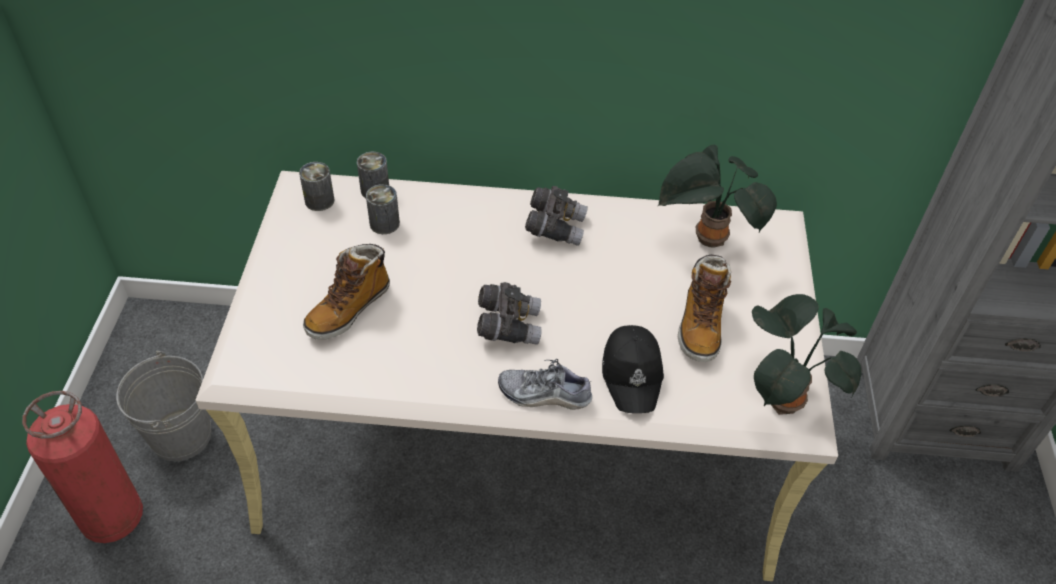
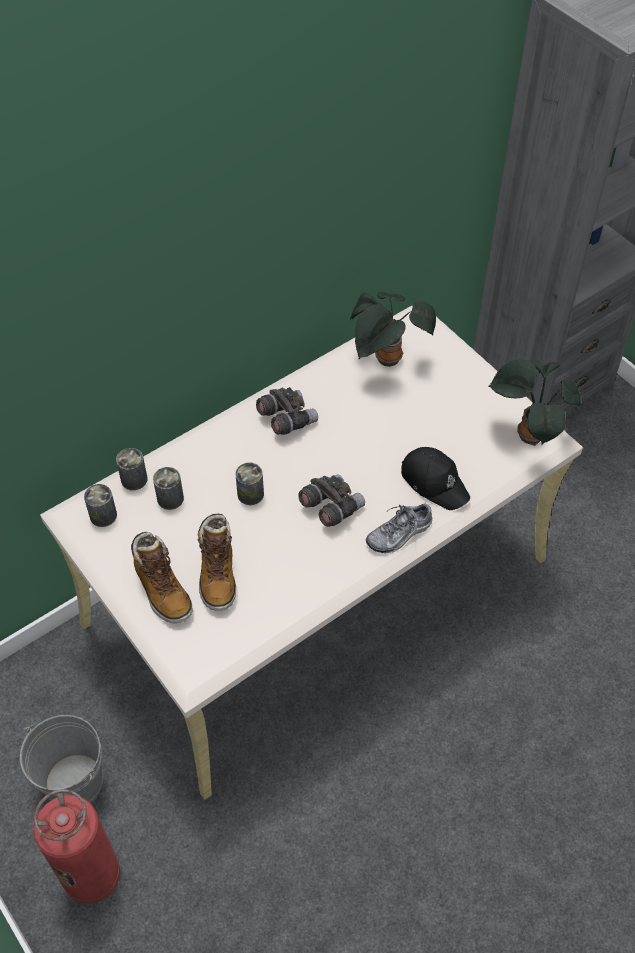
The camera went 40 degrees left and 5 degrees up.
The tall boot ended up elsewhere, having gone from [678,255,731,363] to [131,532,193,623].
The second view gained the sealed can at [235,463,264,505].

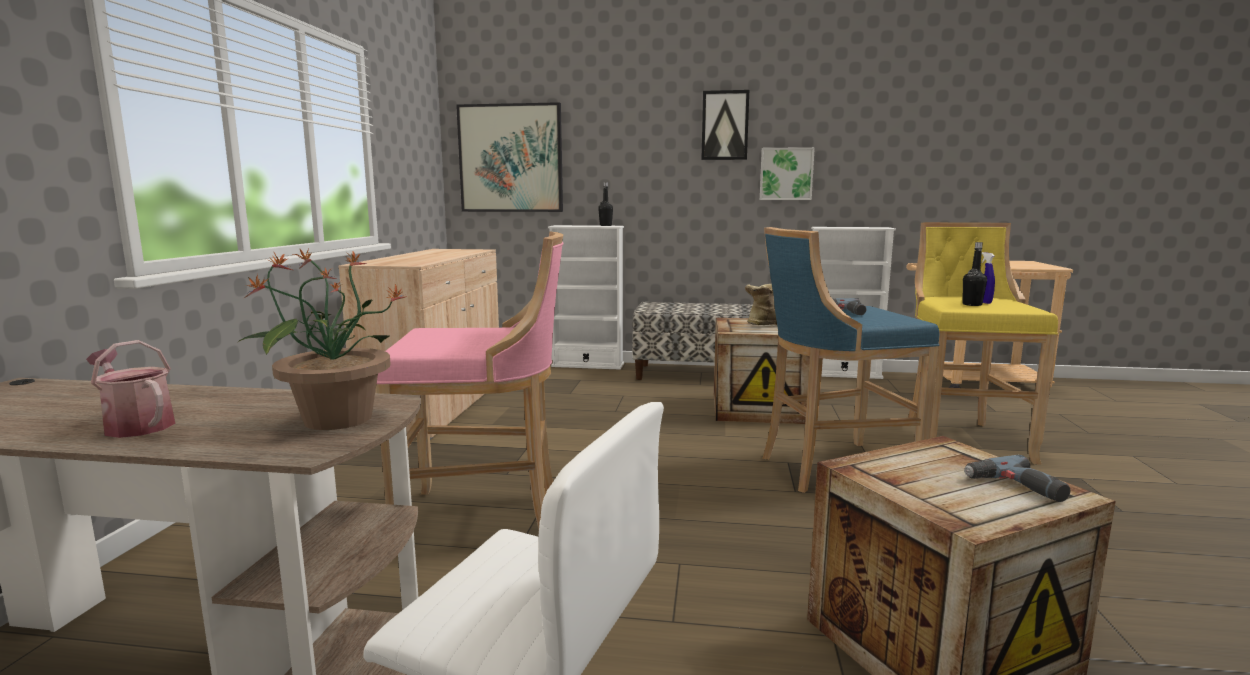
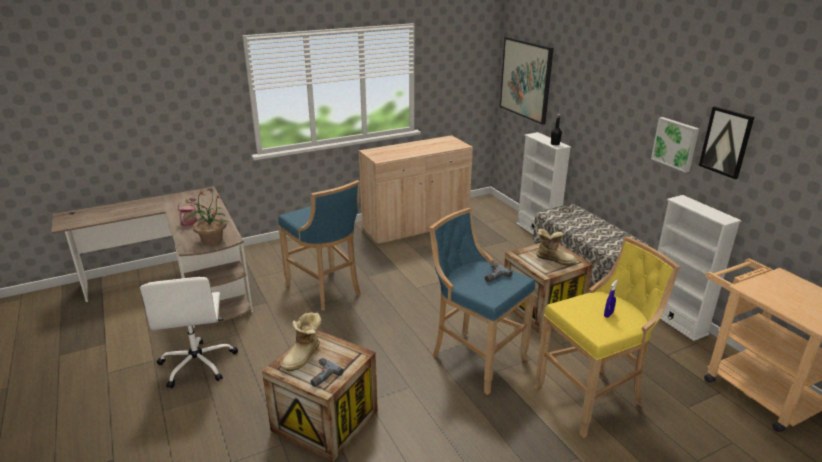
The camera went 55 degrees right and 15 degrees up.
What was the stool (pinkish) at [376,231,564,530] turned into the stool (blue) at [278,180,361,310].
The wall picture ended up elsewhere, having gone from [701,90,749,160] to [699,106,755,179].
The second view lost the drink bottle (black) at [962,242,987,306].
The second view gained the tall boot at [281,312,322,371].

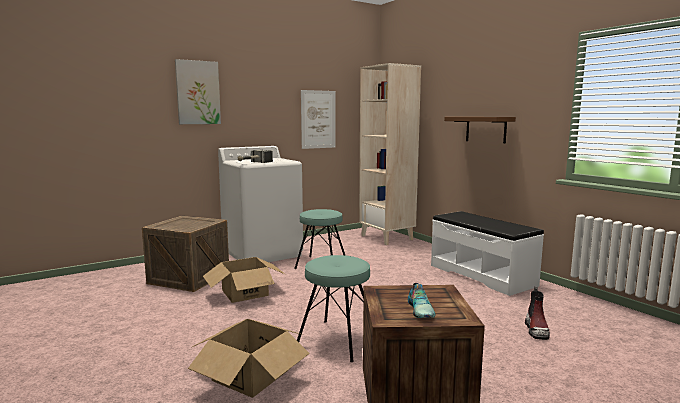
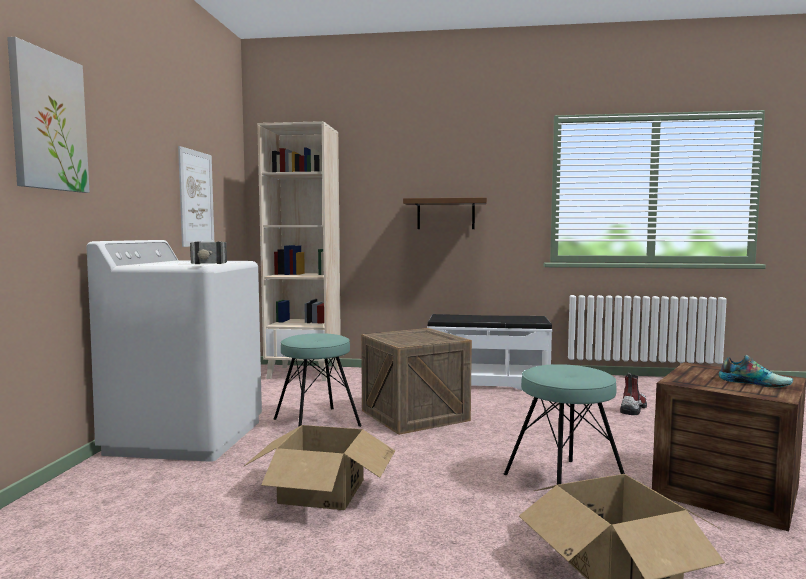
The camera went 50 degrees left and 5 degrees down.
The crate ended up elsewhere, having gone from [142,216,229,292] to [361,328,472,435].
The tall boot at [525,286,550,340] ended up facing another way, 105 degrees counterclockwise from before.

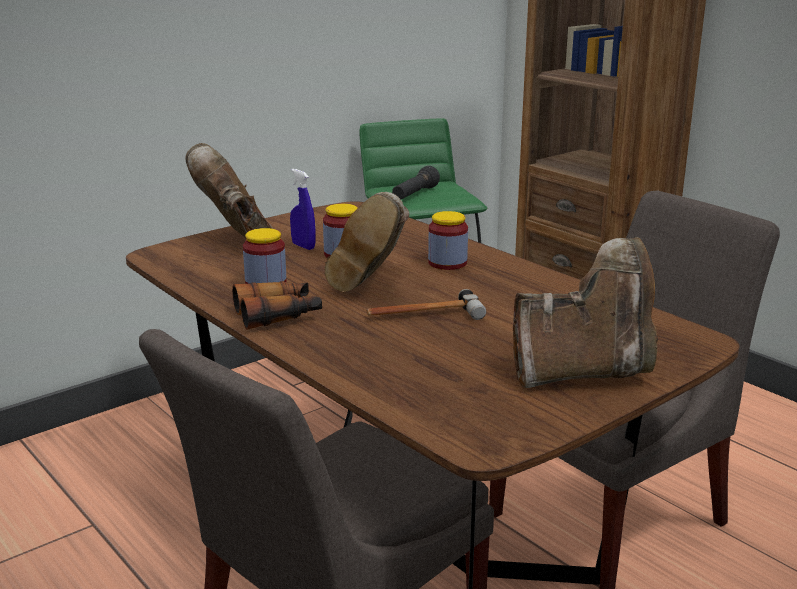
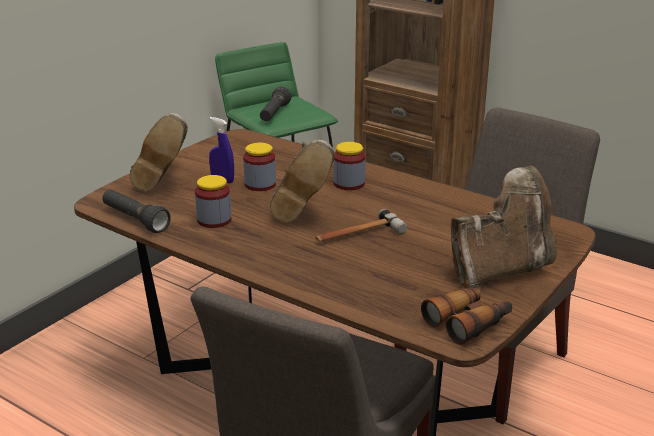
The camera went 15 degrees left and 5 degrees up.
The tall boot (brownish) at [185,143,273,238] ended up facing another way, 135 degrees counterclockwise from before.
The binoculars ended up elsewhere, having gone from [232,281,322,330] to [421,285,512,345].
The second view gained the torch (black) at [102,189,171,233].

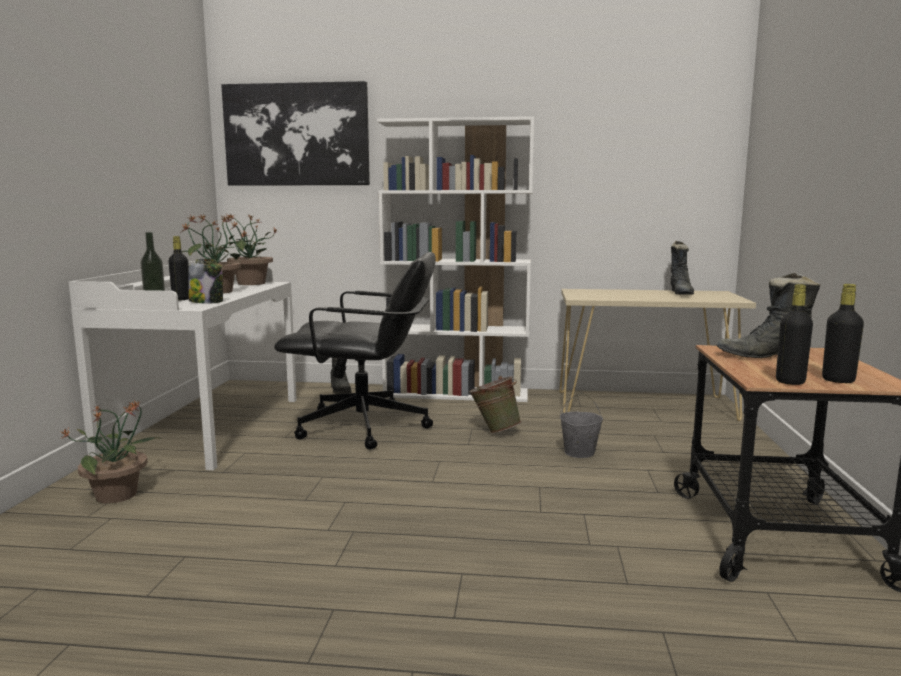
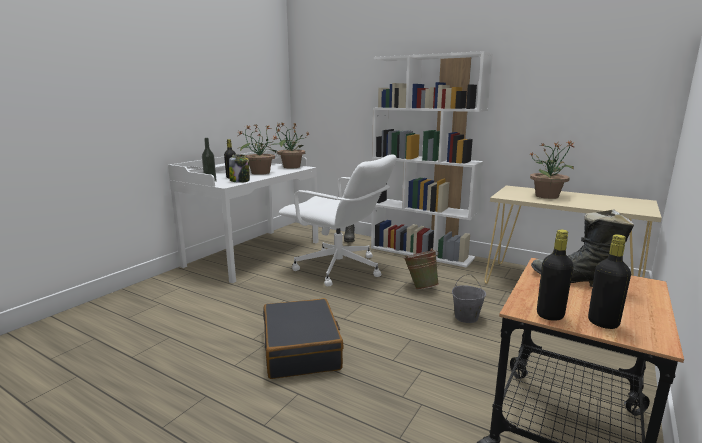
The camera went 25 degrees right and 5 degrees up.
The potted plant ended up elsewhere, having gone from [60,400,161,503] to [528,139,575,199].
The second view lost the wall picture at [221,81,370,186].
What was the desk chair (black) at [274,252,436,450] turned into the desk chair (whitish) at [279,155,396,286].
The second view lost the tall boot (black) at [670,241,694,295].
The second view gained the piece of luggage (black) at [263,298,344,379].

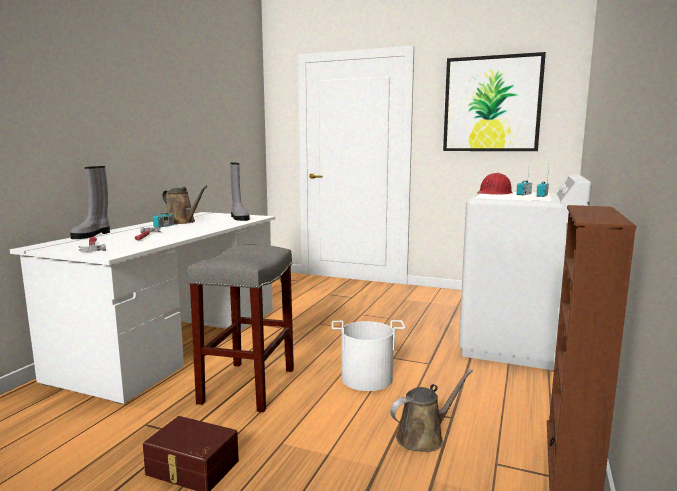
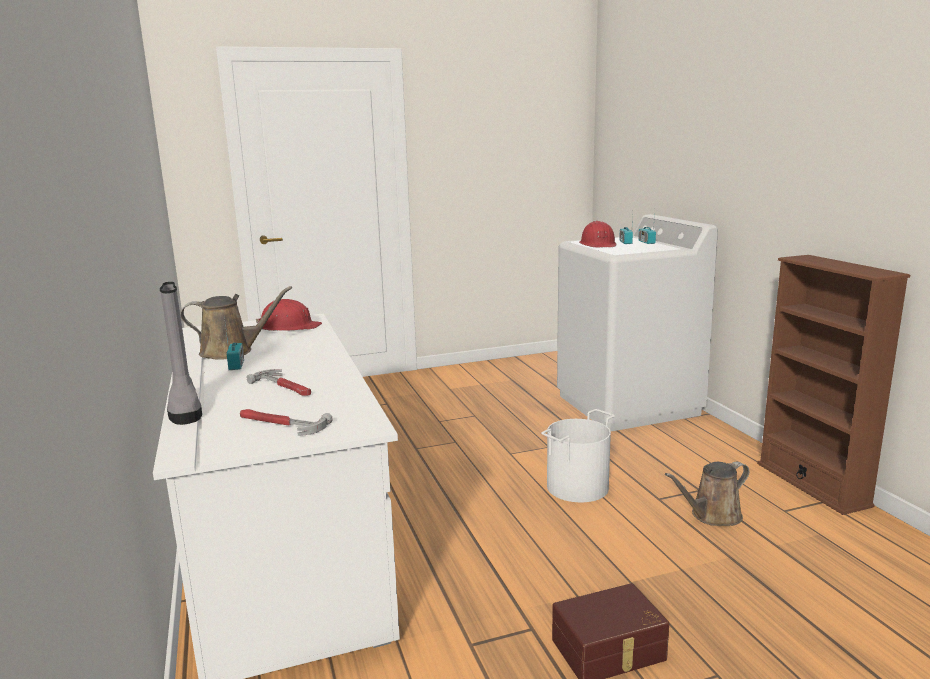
The camera went 40 degrees left and 5 degrees up.
The second view lost the stool (gray) at [187,245,294,412].
Where the tall boot (gray) stood at [230,162,250,221], the work helmet (red) came to stand at [256,299,322,331].
The sprinkling can (brownish) at [390,369,473,452] ended up facing another way, 135 degrees counterclockwise from before.
The second view lost the wall picture at [443,52,546,151].

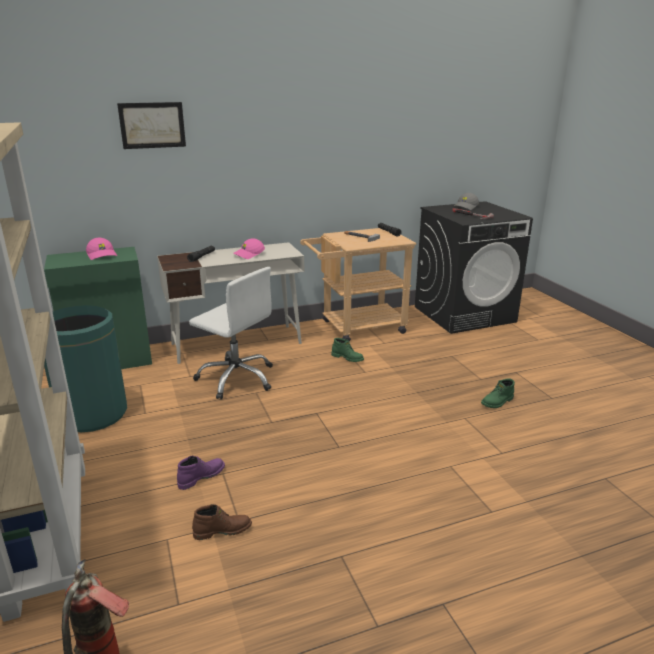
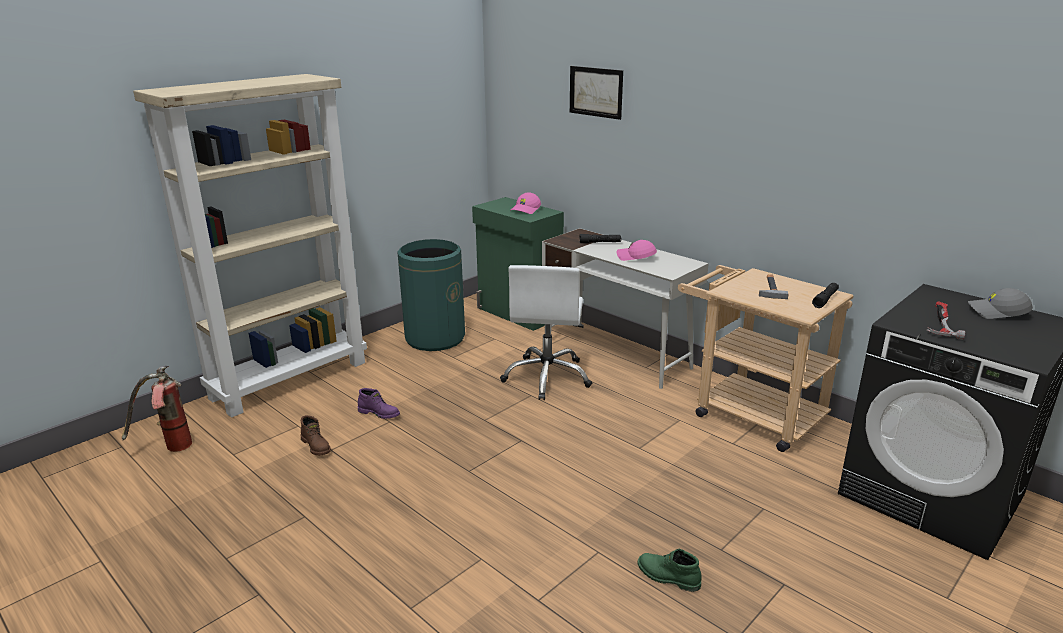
The camera went 65 degrees right and 0 degrees up.
The second view lost the tall boot (green) at [331,338,364,362].

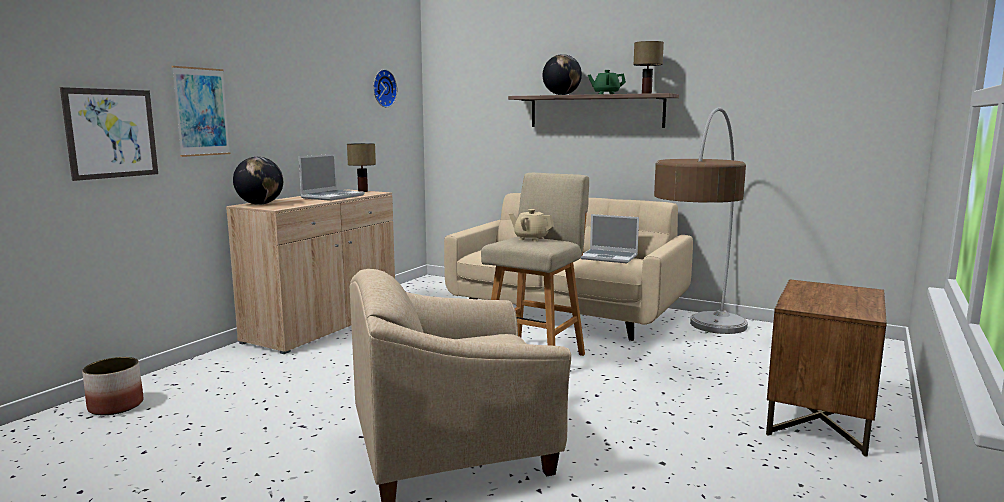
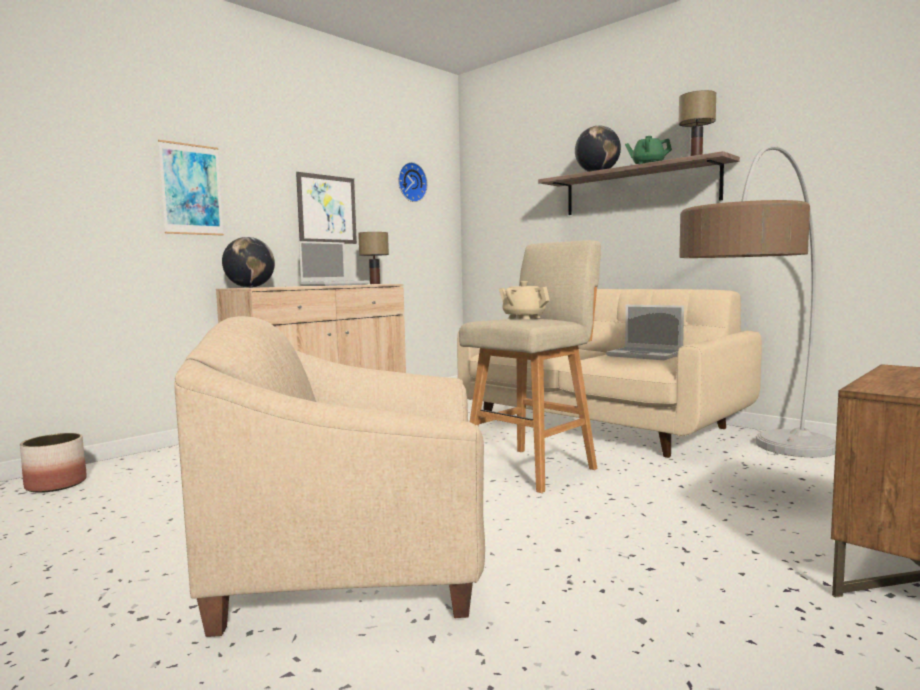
The camera went 15 degrees right and 5 degrees down.
The wall picture ended up elsewhere, having gone from [60,87,158,181] to [296,172,357,244].

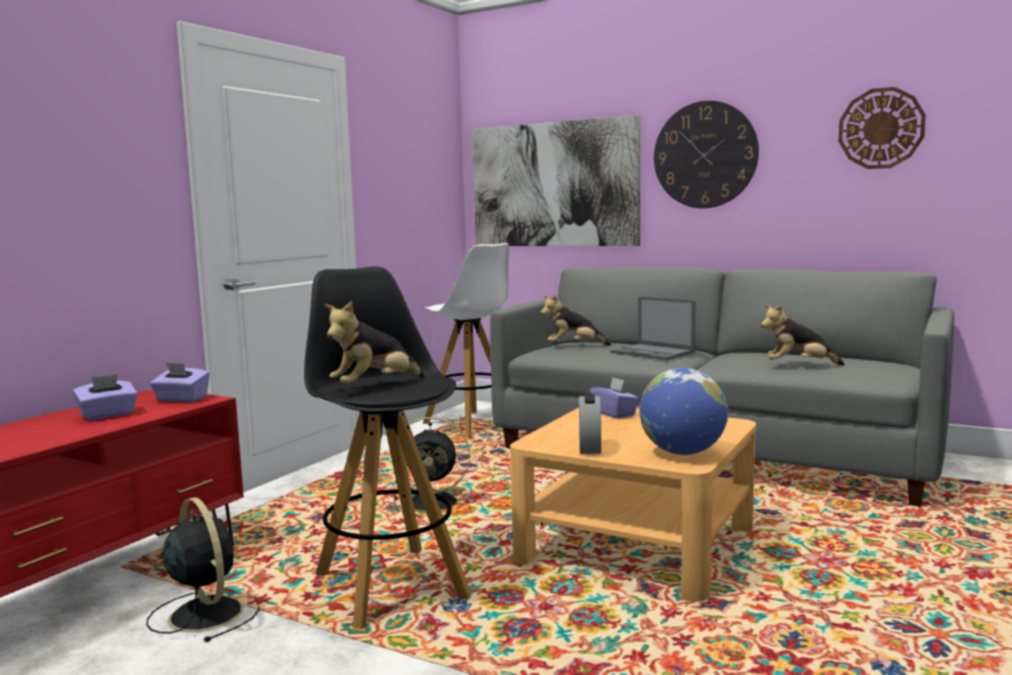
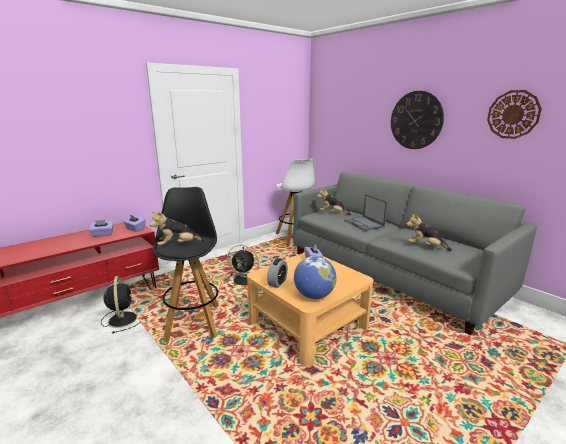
The camera went 20 degrees right and 10 degrees up.
The second view lost the wall picture at [472,115,640,246].

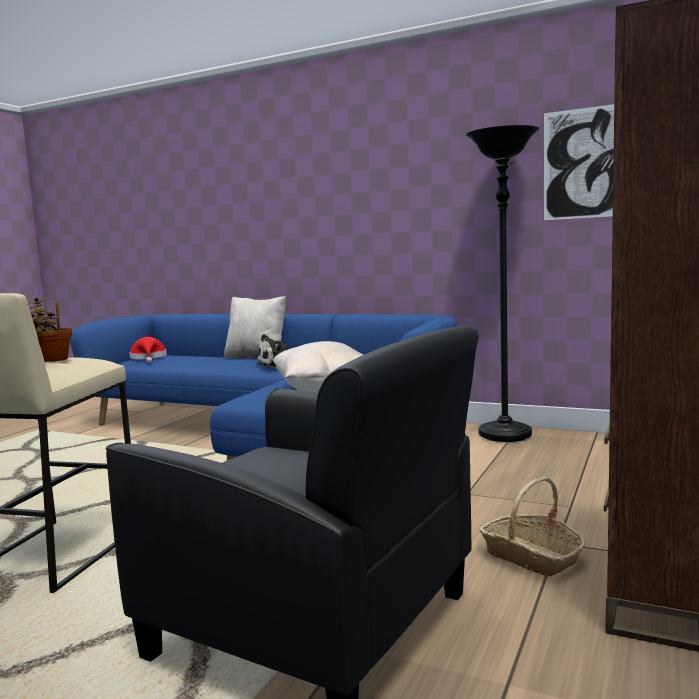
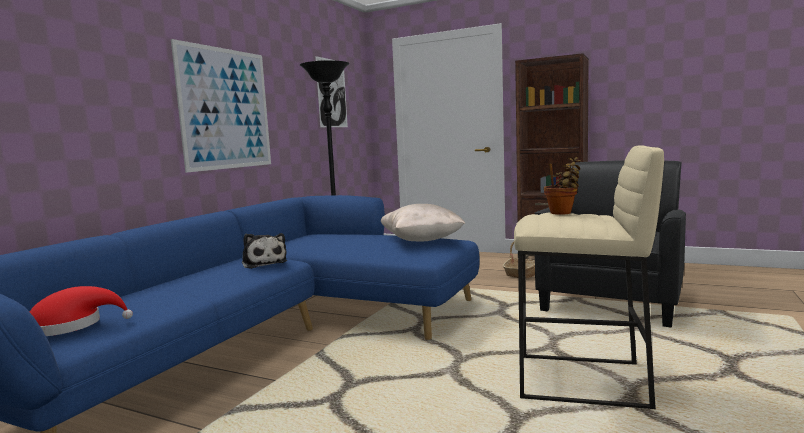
The camera went 90 degrees left and 0 degrees up.
The second view lost the cushion (beige) at [224,296,286,359].
The second view gained the wall picture at [171,39,271,173].

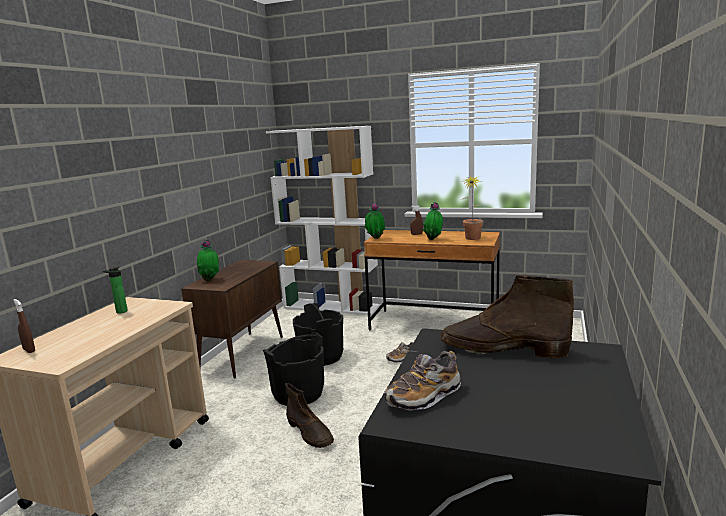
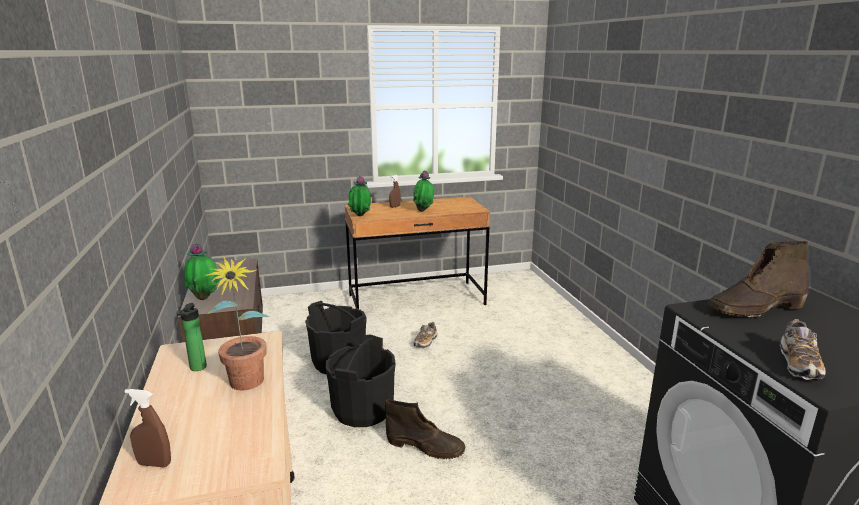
The camera went 35 degrees left and 5 degrees up.
The second view lost the bookshelf (whitish) at [266,126,380,315].
The potted plant ended up elsewhere, having gone from [463,176,484,240] to [205,256,269,390].

